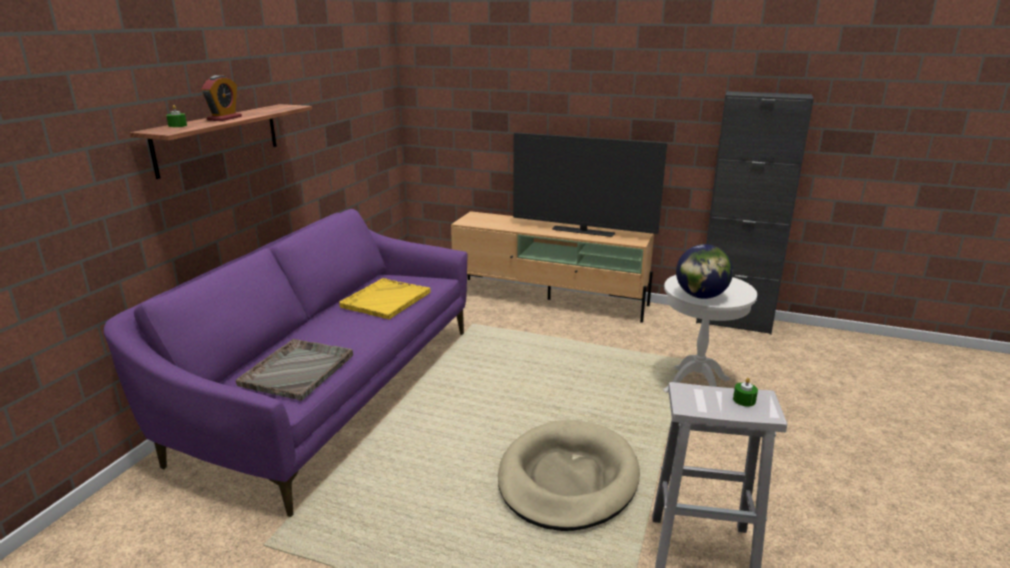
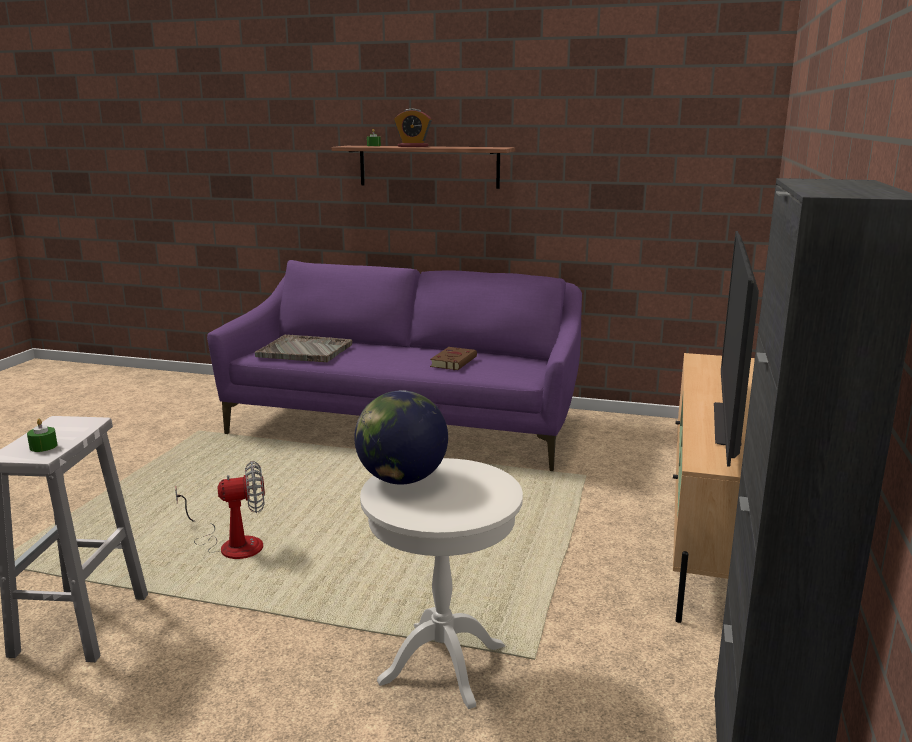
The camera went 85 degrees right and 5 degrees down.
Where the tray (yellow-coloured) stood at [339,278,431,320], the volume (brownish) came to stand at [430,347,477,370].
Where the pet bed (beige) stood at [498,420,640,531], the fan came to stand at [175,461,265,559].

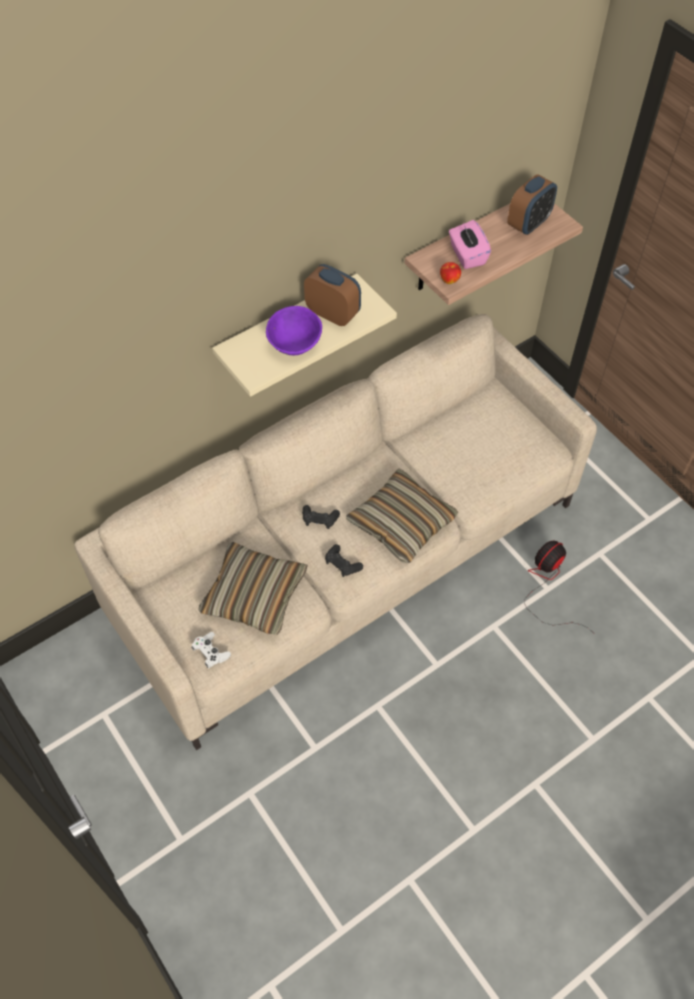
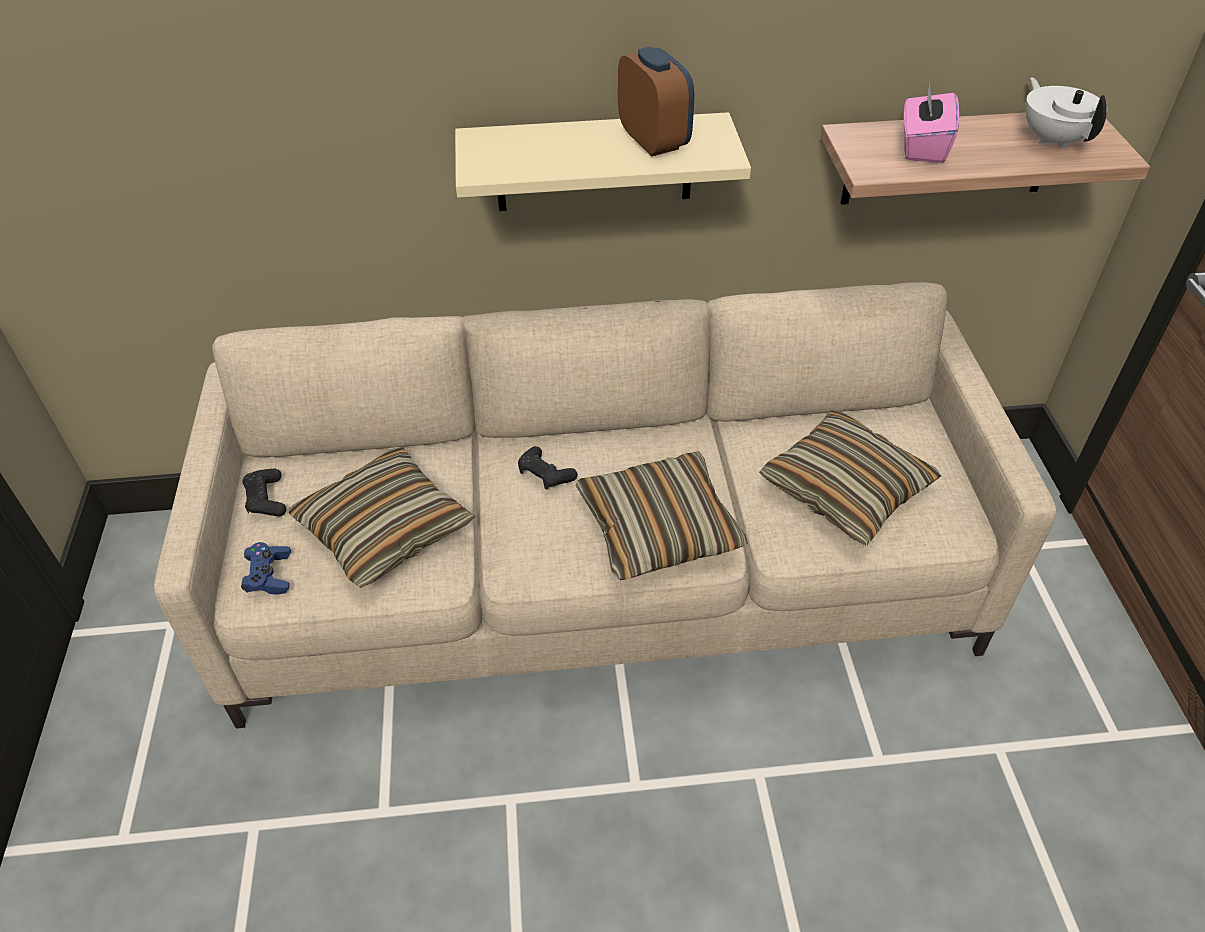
The camera went 30 degrees right and 10 degrees down.
What was the game controller (whitish) at [191,632,231,668] turned into the game controller (blue) at [241,542,291,595].
The second view lost the bowl (purple) at [266,306,322,355].
The game controller (black) ended up elsewhere, having gone from [325,544,363,577] to [242,468,286,516].
The second view lost the whole apple at [440,262,461,284].
Where the bedside clock stood at [507,174,557,235], the pot for tea (whitish) came to stand at [1025,77,1107,149].
The second view lost the fan at [524,541,595,634].
The second view gained the cushion at [759,410,941,546].

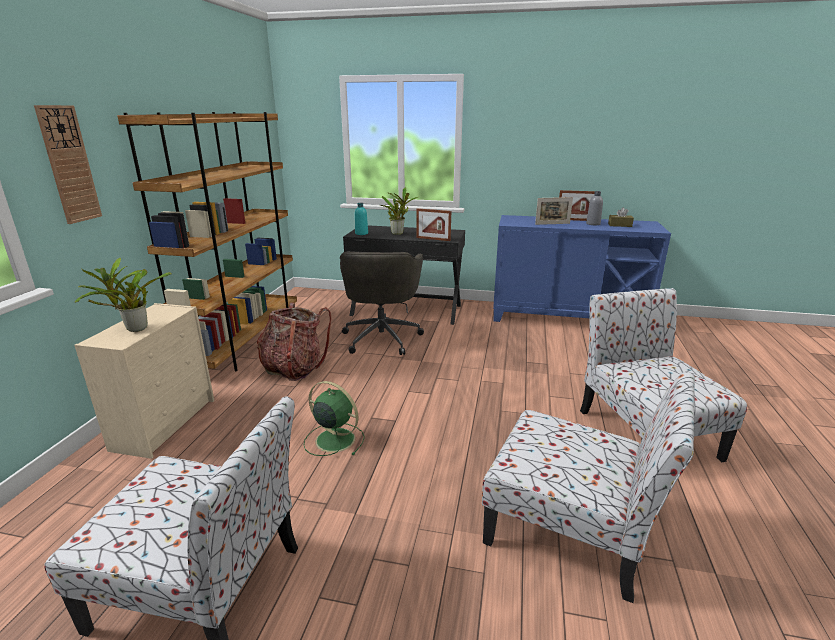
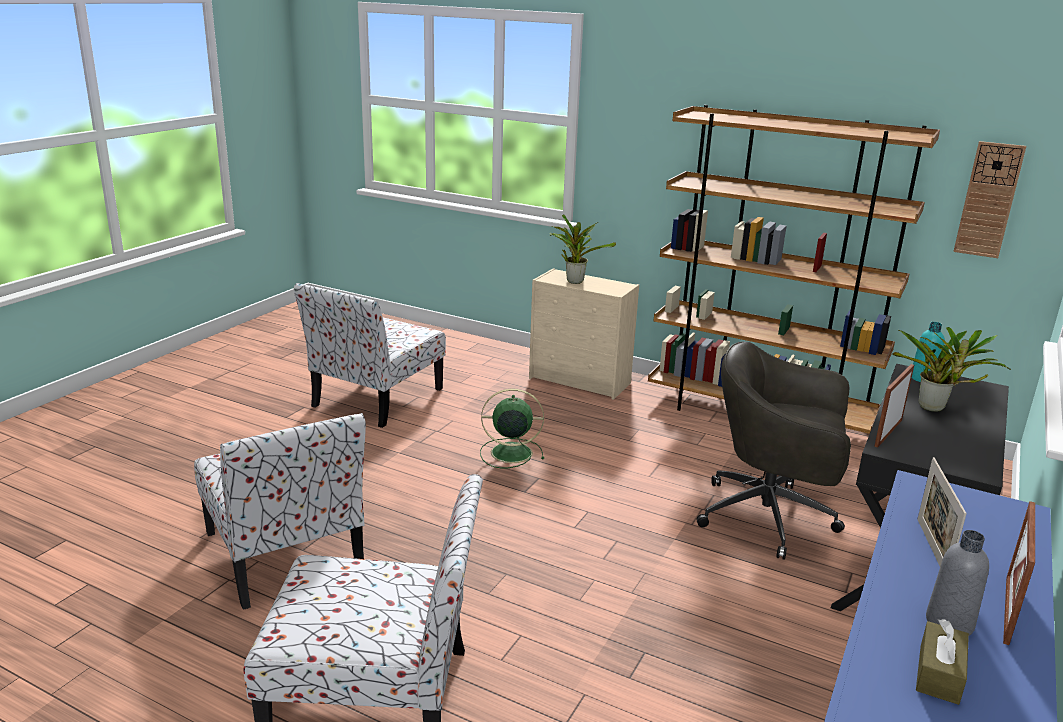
The camera went 105 degrees right and 0 degrees up.
The clock on the wall ended up elsewhere, having gone from [34,105,102,224] to [953,141,1026,258].
The second view lost the knapsack at [257,303,332,381].
The fan (green) at [304,381,365,456] ended up facing another way, 135 degrees counterclockwise from before.
The plain chair at [482,372,695,603] ended up facing another way, 75 degrees counterclockwise from before.

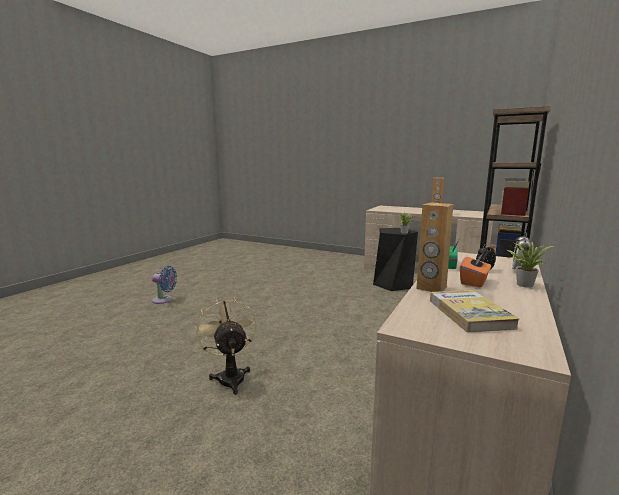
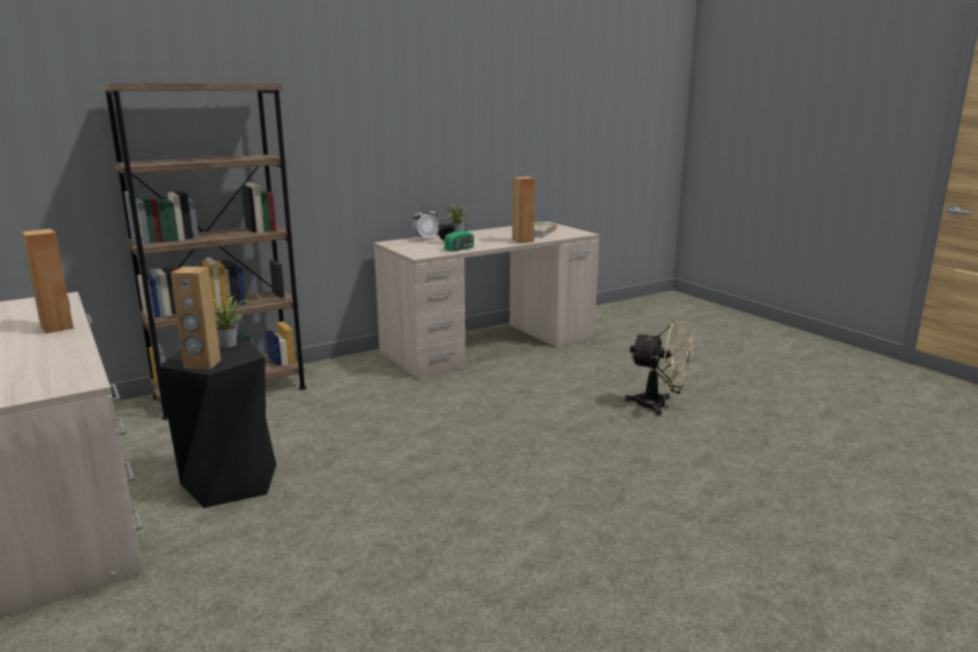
The camera went 150 degrees left and 5 degrees up.
The second view lost the fan (blue) at [152,266,177,304].
The fan (beige) at [195,298,256,395] ended up facing another way, 75 degrees counterclockwise from before.
The second view lost the tissue box (orangey) at [460,253,491,287].
The second view gained the speaker (brownish) at [170,267,221,369].

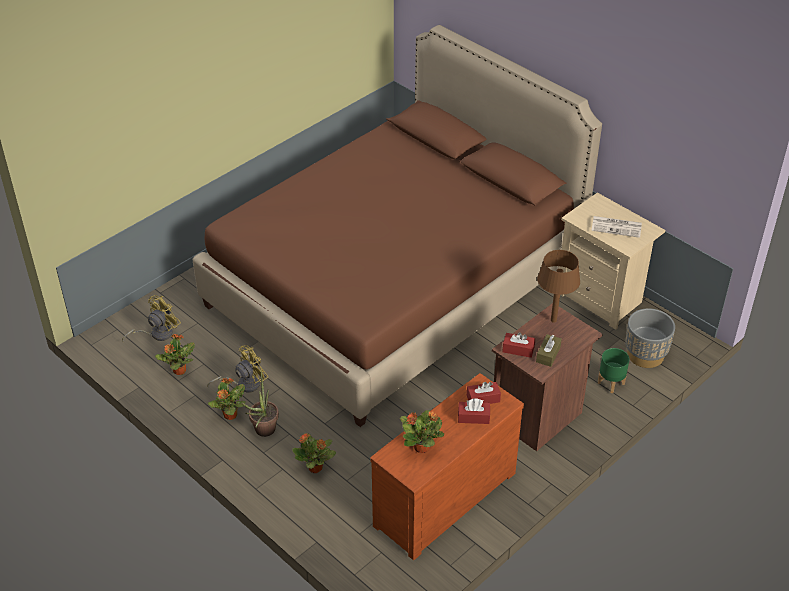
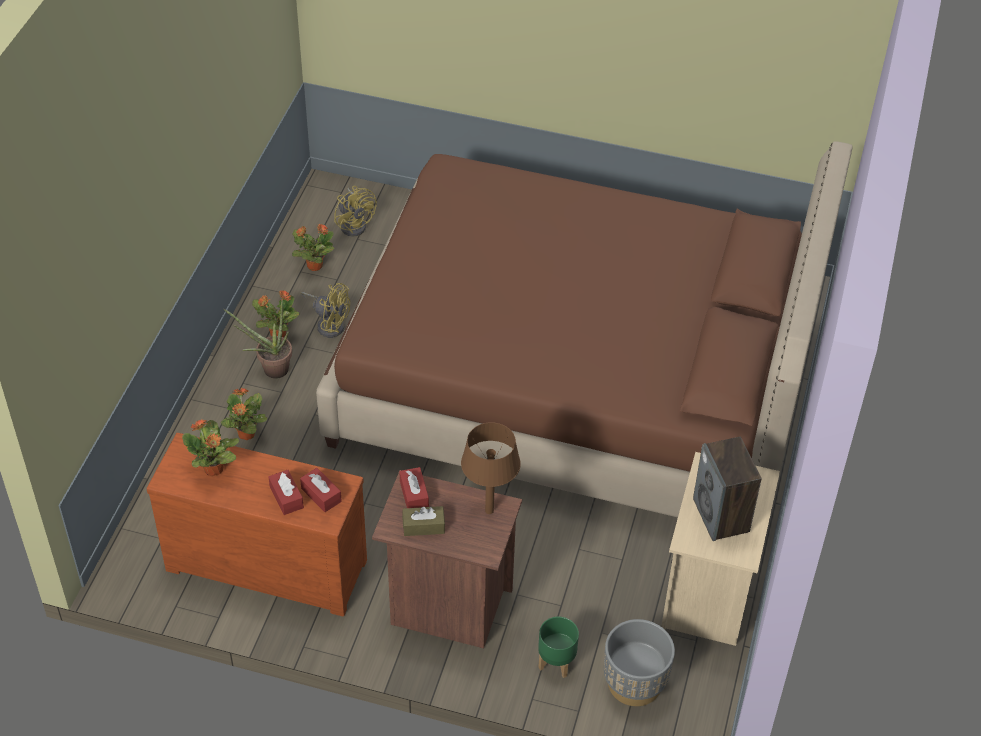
The camera went 60 degrees right and 5 degrees up.
The fan (yellow-coloured) at [122,295,181,342] ended up facing another way, 45 degrees clockwise from before.
Where the printed paper stood at [591,216,642,238], the speaker came to stand at [693,437,761,541].

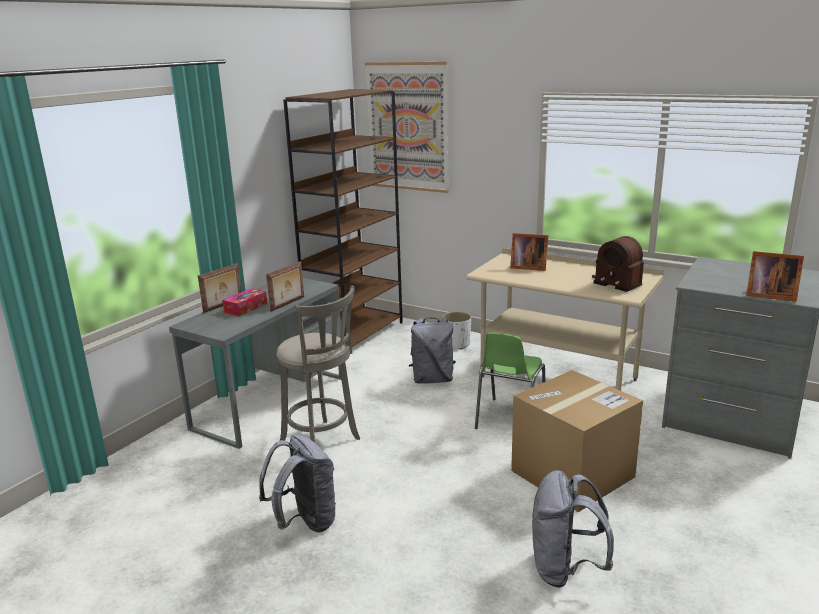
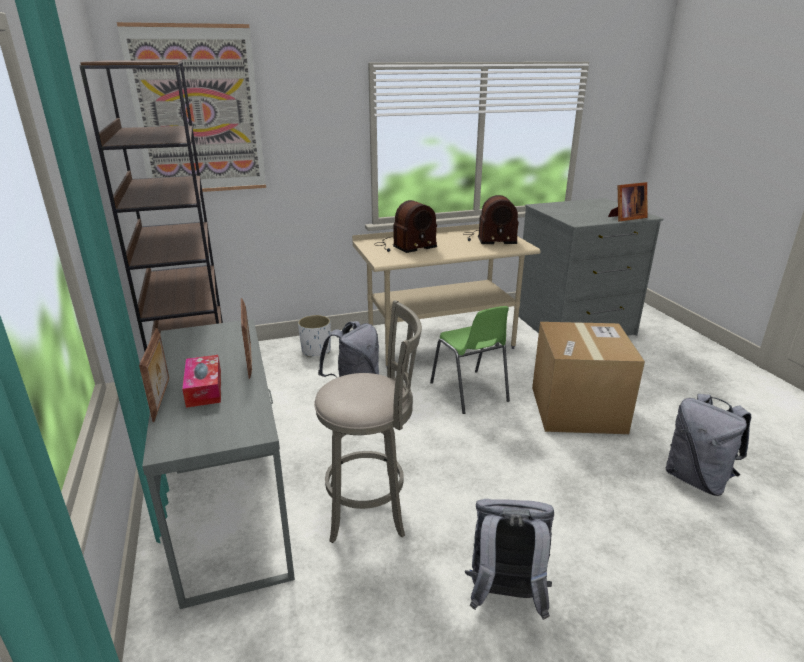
The camera went 50 degrees left and 5 degrees up.
Where the picture frame stood at [510,233,548,271], the radio receiver came to stand at [374,200,437,253].

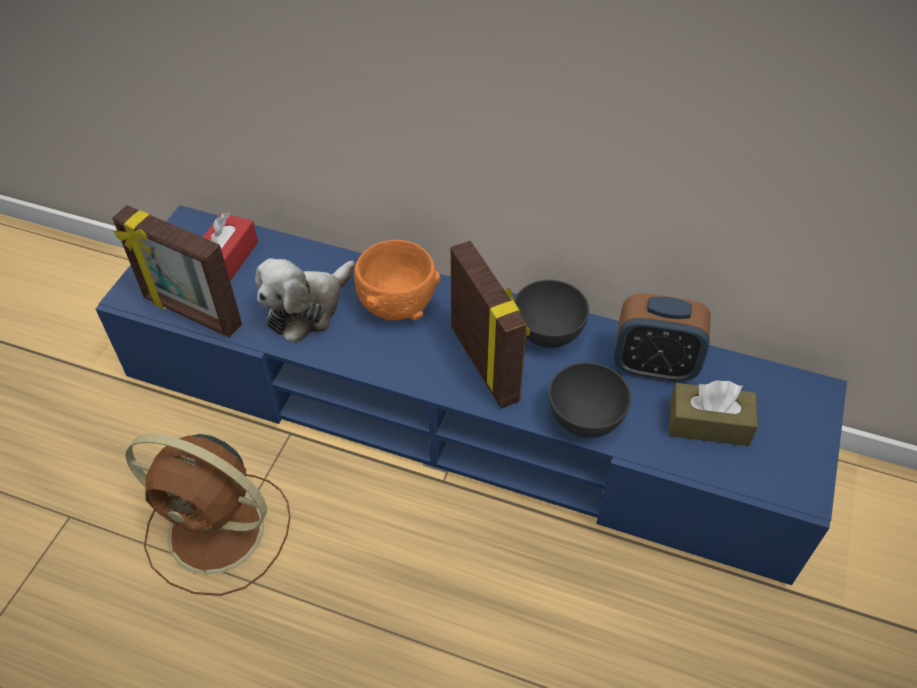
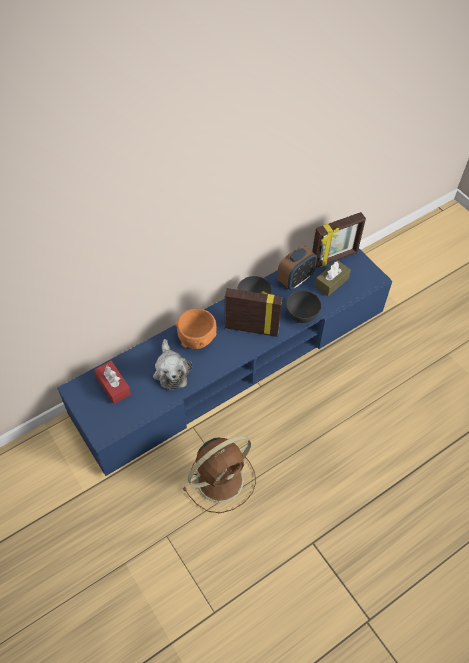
The camera went 55 degrees left and 5 degrees up.
The picture frame ended up elsewhere, having gone from [112,205,242,337] to [312,212,366,268].

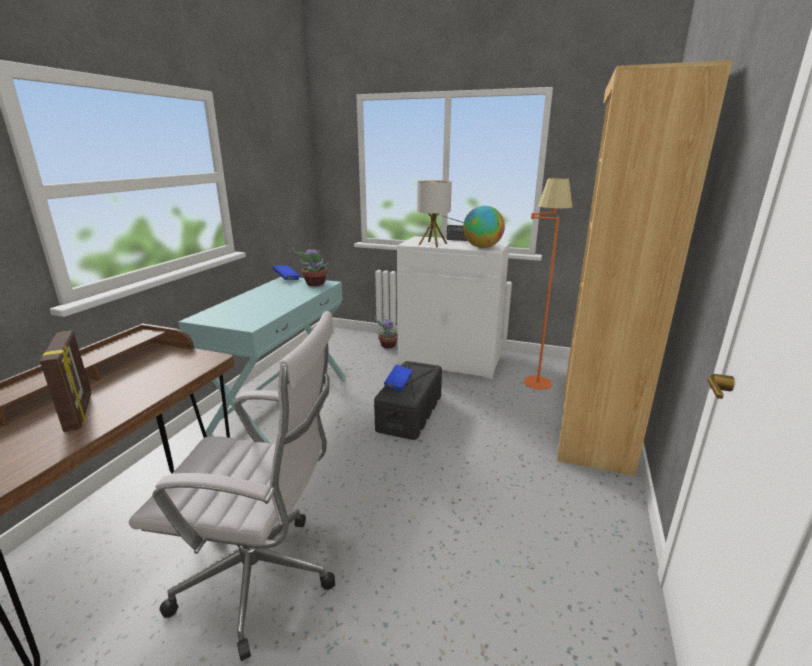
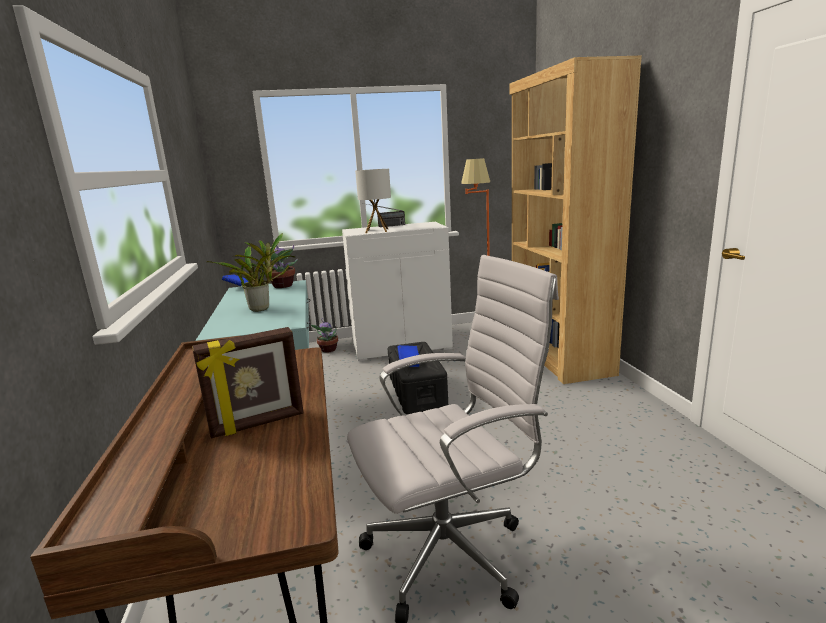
The camera went 30 degrees left and 5 degrees down.
The picture frame at [40,330,92,432] ended up facing another way, 120 degrees clockwise from before.
The second view lost the world globe at [463,206,505,248].
The second view gained the potted plant at [206,233,296,312].

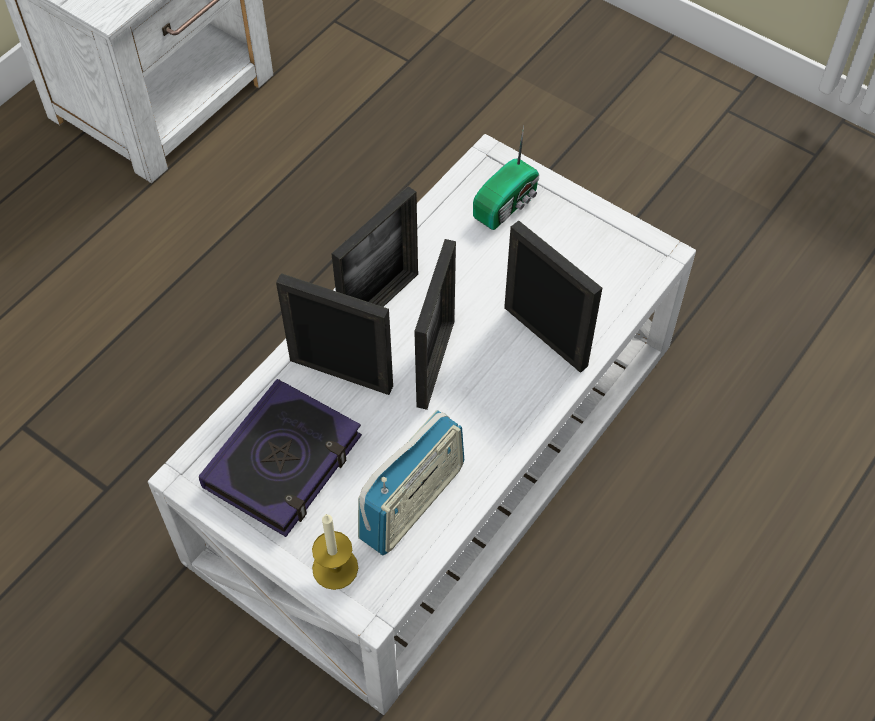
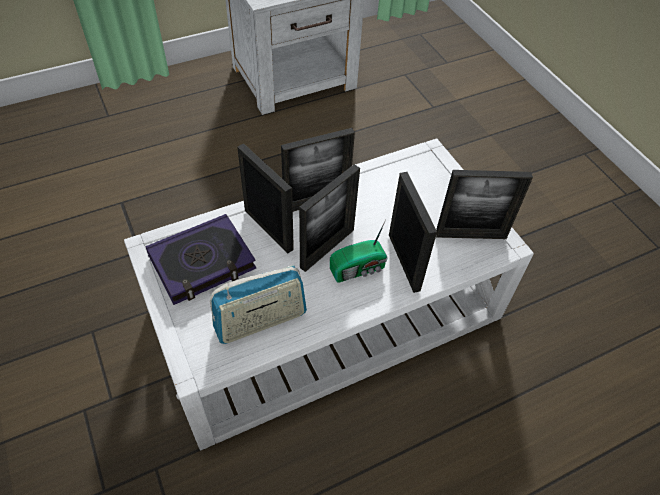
The camera went 25 degrees right and 5 degrees down.
The second view lost the candle at [312,514,358,590].
The radio receiver ended up elsewhere, having gone from [473,125,540,230] to [330,219,388,283].
The second view gained the picture frame at [436,170,533,239].

